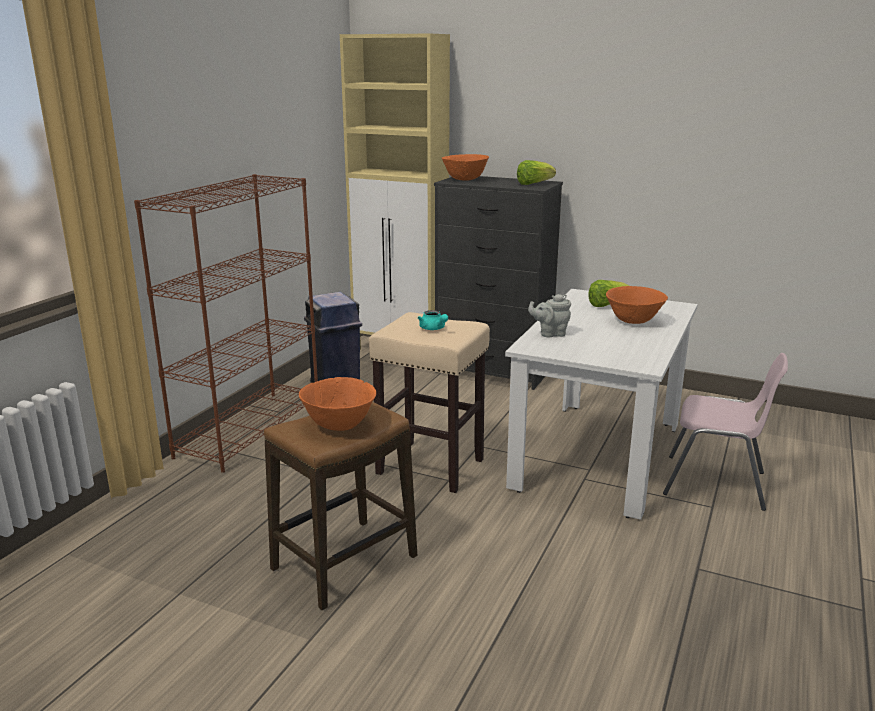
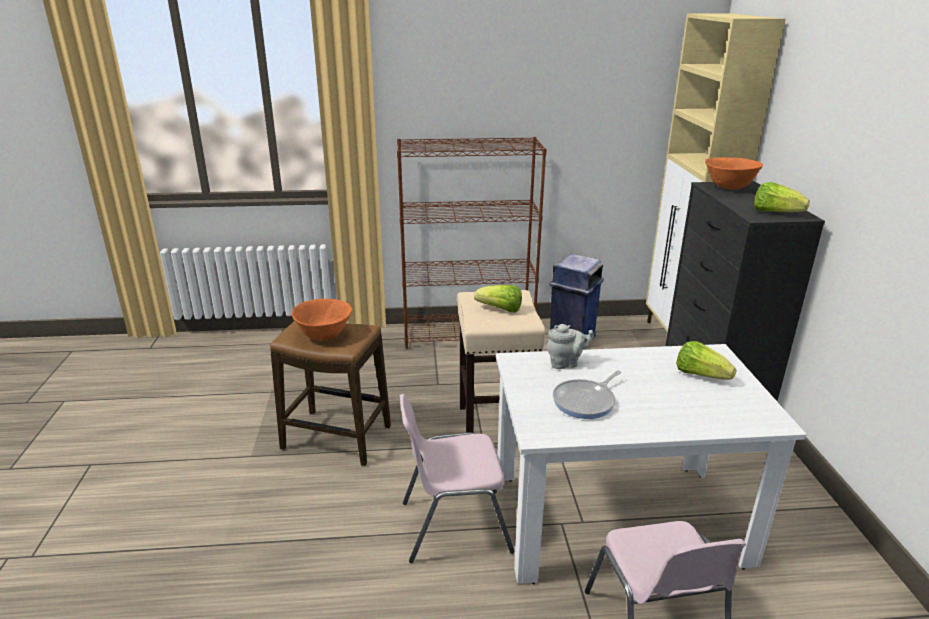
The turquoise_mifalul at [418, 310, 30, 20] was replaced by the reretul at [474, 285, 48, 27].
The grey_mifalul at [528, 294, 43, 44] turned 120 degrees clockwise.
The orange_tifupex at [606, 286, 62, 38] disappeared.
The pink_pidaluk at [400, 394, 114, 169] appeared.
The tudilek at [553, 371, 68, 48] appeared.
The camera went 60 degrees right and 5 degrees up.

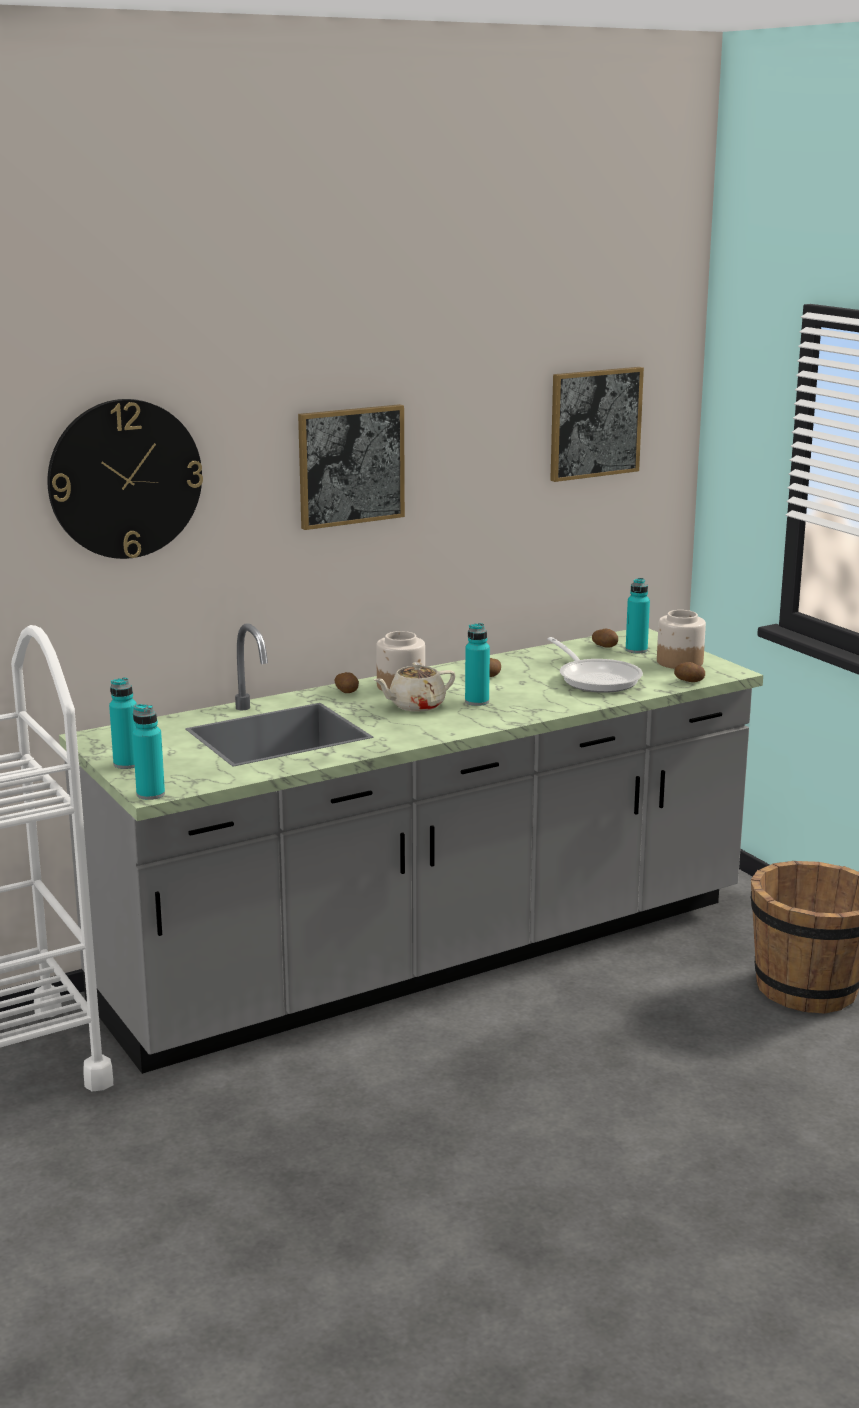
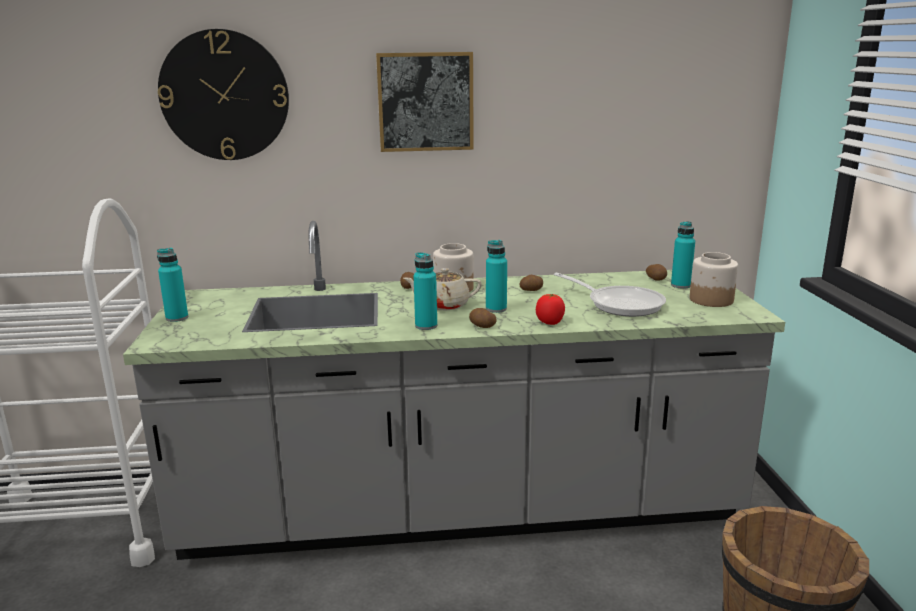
The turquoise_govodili moved from [133, 704, 32, 96] to [414, 252, 23, 78].
The tudilek at [547, 637, 96, 56] turned 45 degrees counterclockwise.
The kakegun at [550, 367, 94, 115] disappeared.
The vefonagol moved from [674, 662, 31, 20] to [469, 308, 27, 20].
The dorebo at [536, 294, 29, 31] appeared.
The camera went 25 degrees right and 0 degrees up.

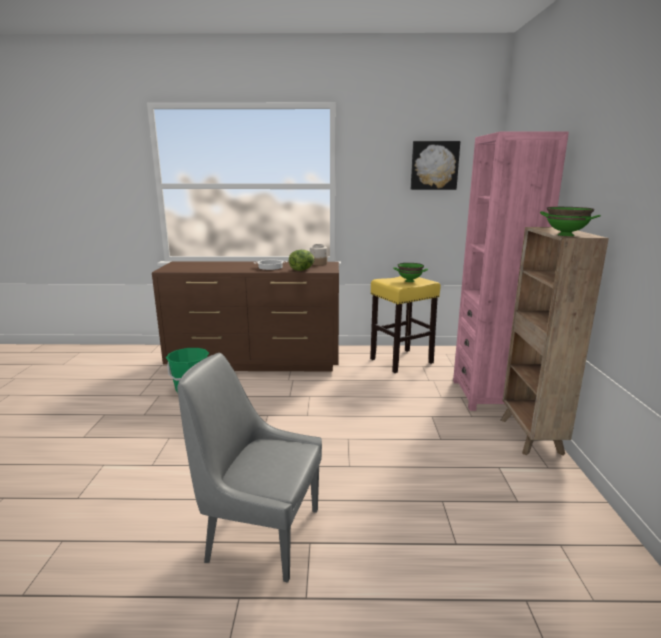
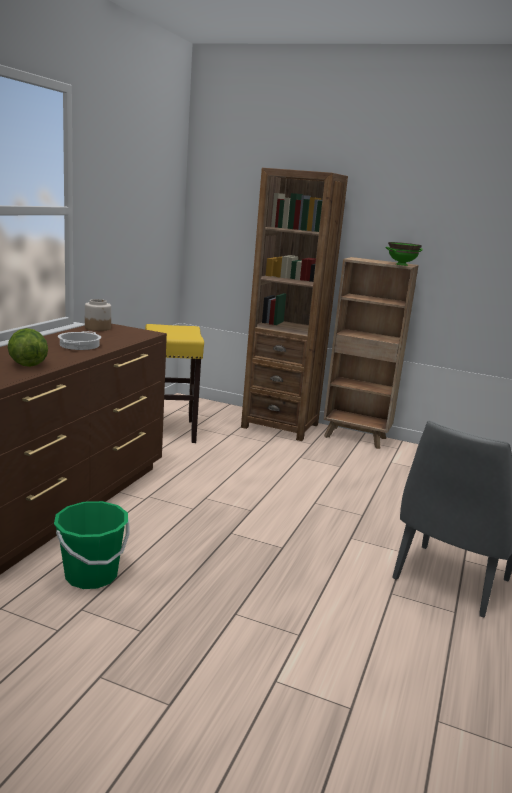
The reretul moved from [289, 250, 26, 21] to [8, 328, 40, 39].
The green_tifupex at [393, 263, 35, 19] disappeared.
The kakegun at [411, 141, 49, 49] disappeared.
The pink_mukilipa at [453, 132, 116, 279] became the brown_mukilipa at [241, 168, 107, 273].
The camera went 70 degrees left and 0 degrees up.

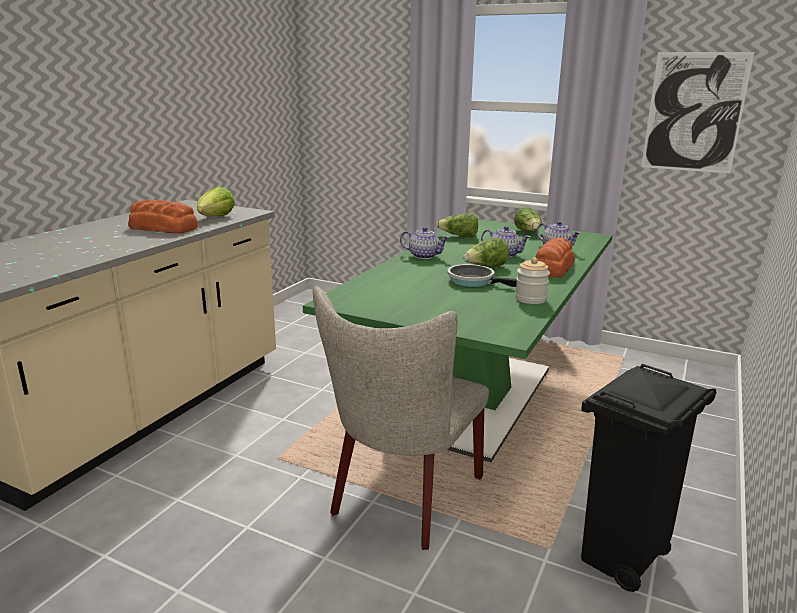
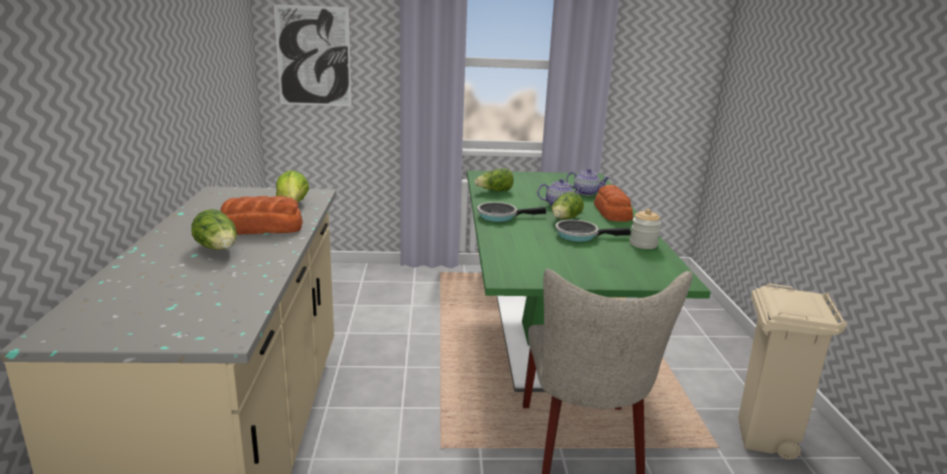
The mifalul at [400, 227, 50, 32] was replaced by the tudilek at [477, 202, 69, 20].
The reretul moved from [514, 207, 27, 24] to [191, 209, 46, 41].
The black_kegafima at [581, 364, 136, 228] became the beige_kegafima at [738, 284, 109, 176].
The kakegun moved from [641, 52, 113, 121] to [274, 4, 78, 102].
The camera went 30 degrees left and 0 degrees up.

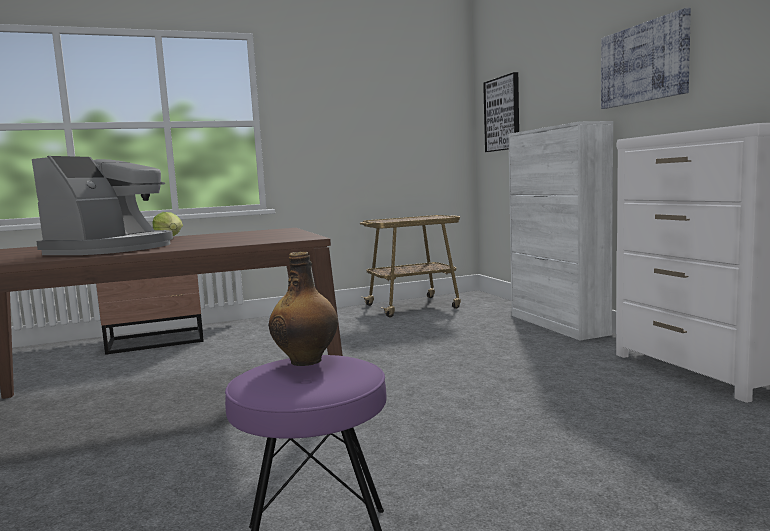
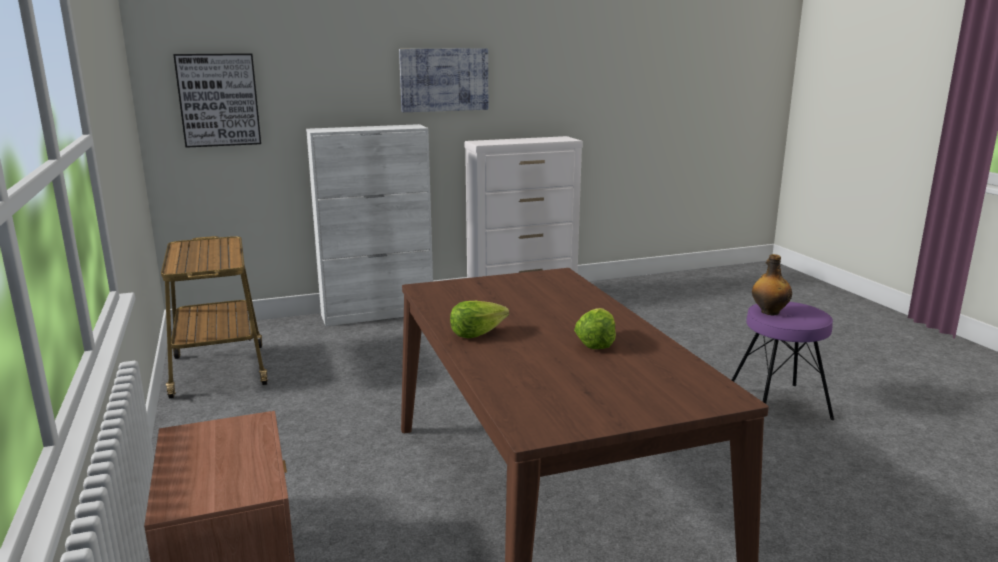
The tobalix at [32, 156, 141, 99] was replaced by the reretul at [574, 308, 42, 41].
The camera went 90 degrees left and 10 degrees up.

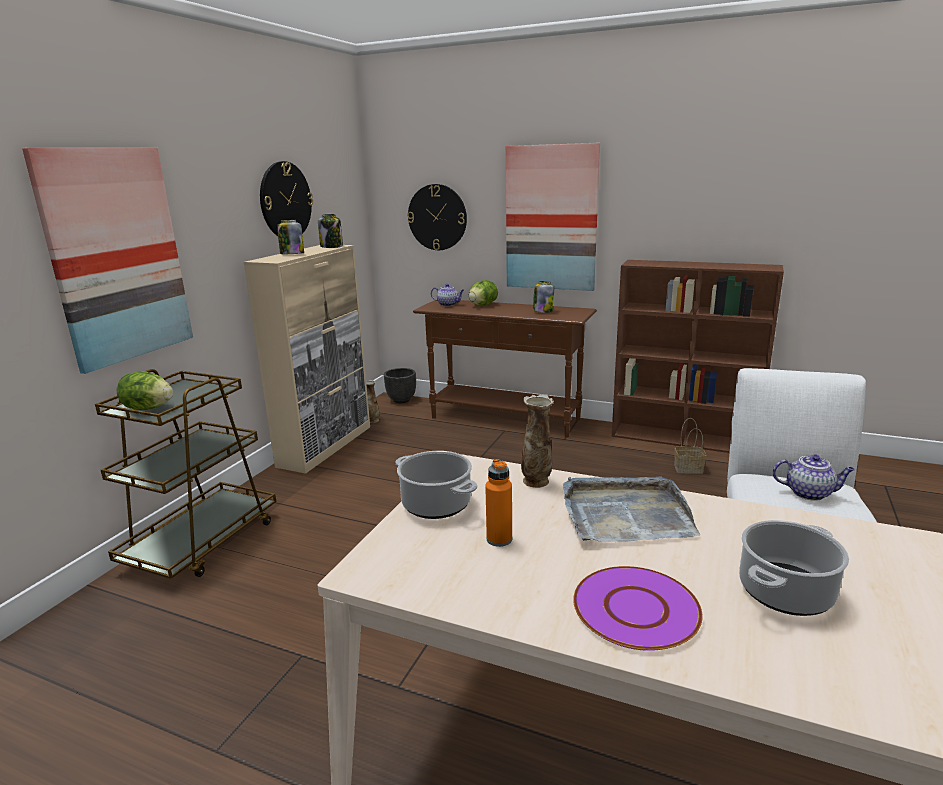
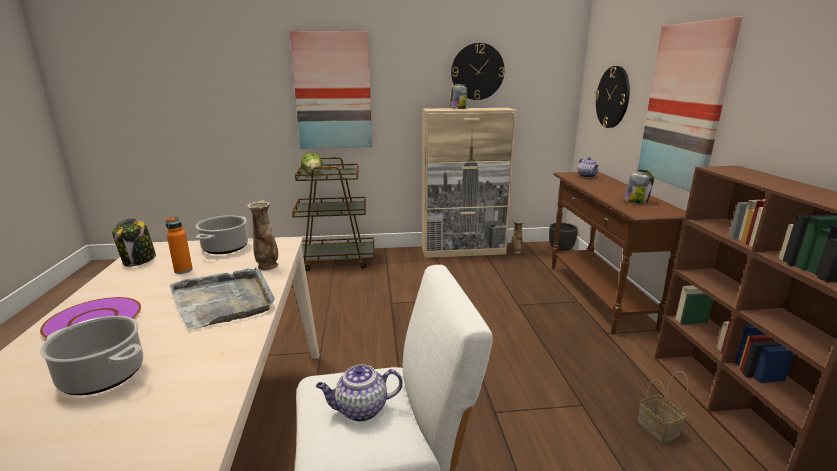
The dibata moved from [318, 214, 25, 34] to [112, 218, 44, 49].
The reretul at [468, 280, 30, 25] disappeared.
The mifalul at [773, 454, 82, 47] turned 90 degrees clockwise.
The camera went 60 degrees right and 0 degrees up.

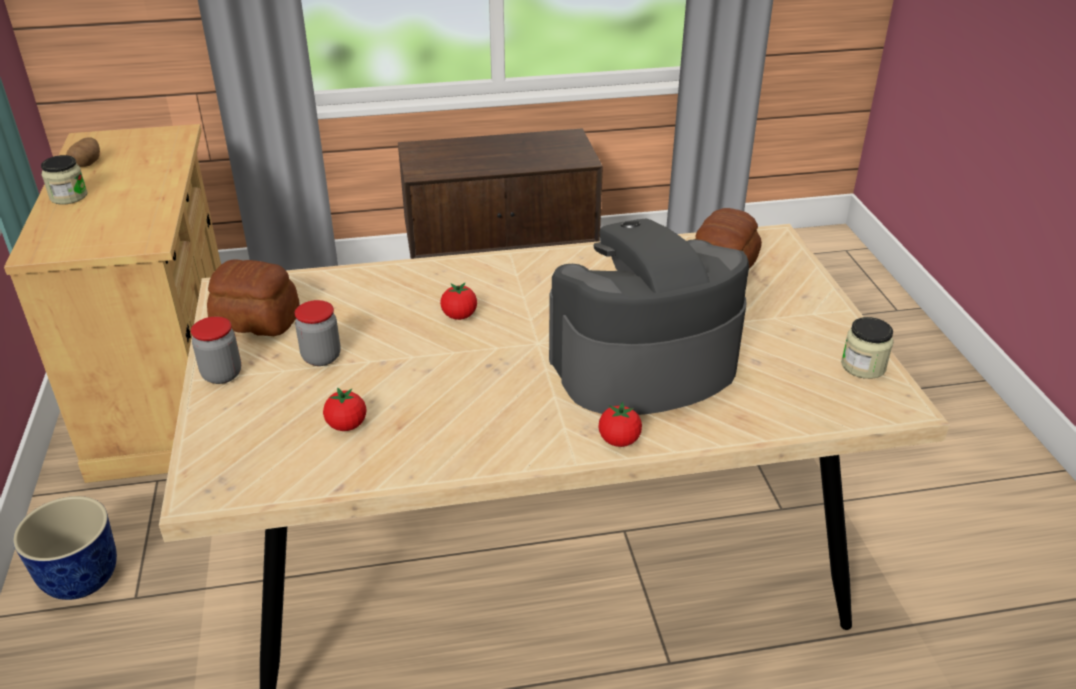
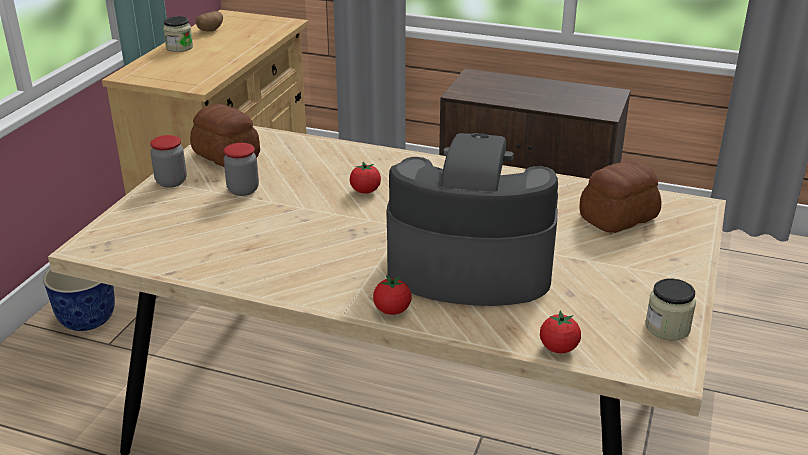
The dorebo moved from [323, 387, 43, 44] to [540, 310, 41, 43].
The camera went 30 degrees right and 5 degrees down.

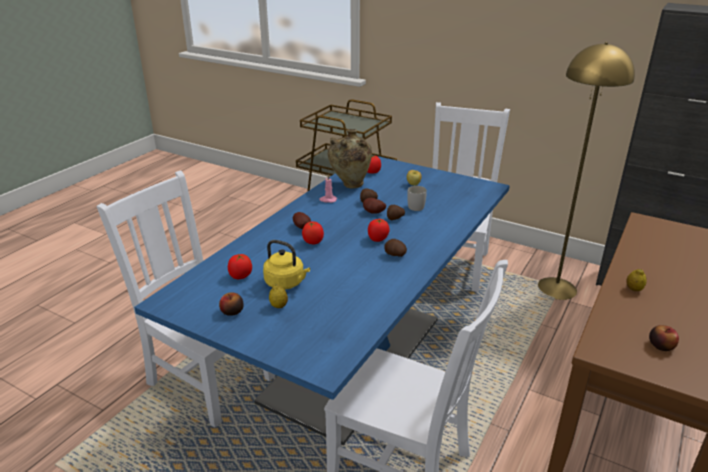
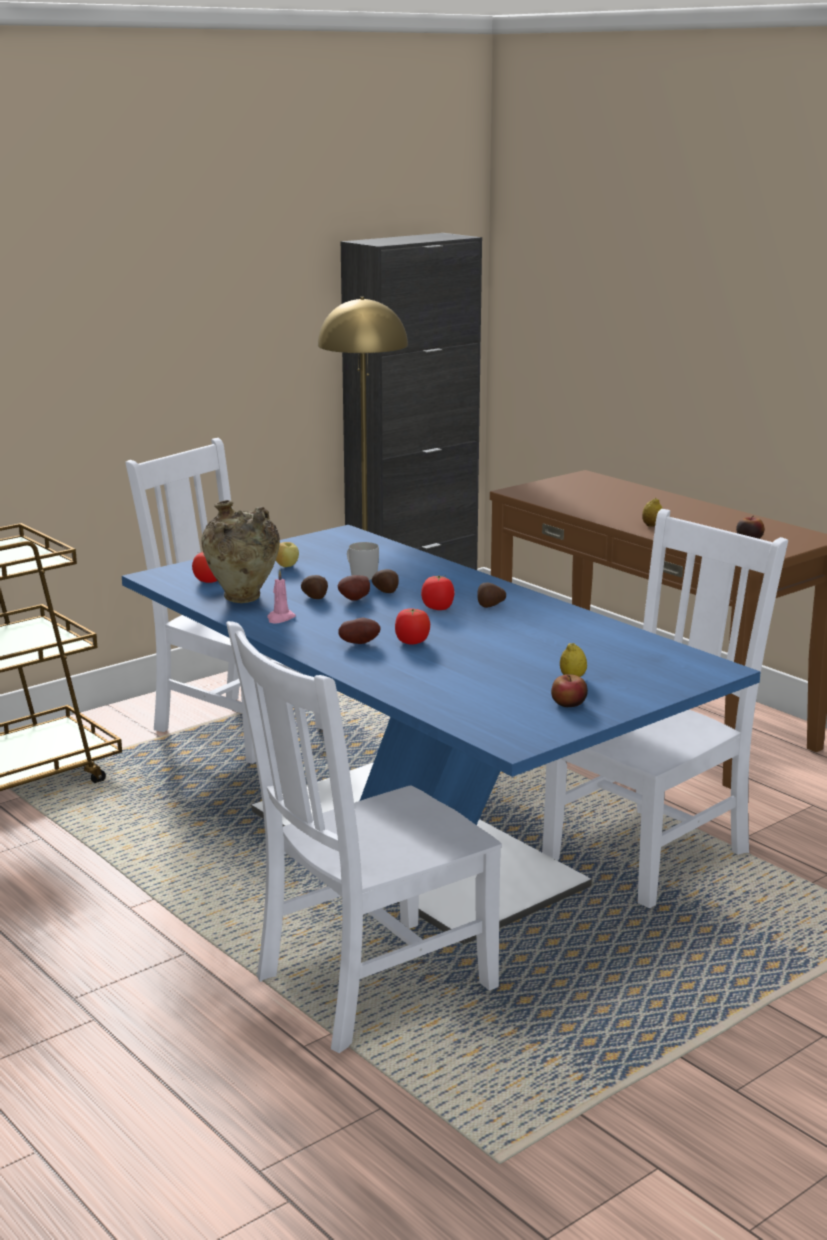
The dorebo at [228, 254, 24, 25] disappeared.
The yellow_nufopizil at [263, 240, 47, 50] disappeared.
The camera went 70 degrees left and 10 degrees down.

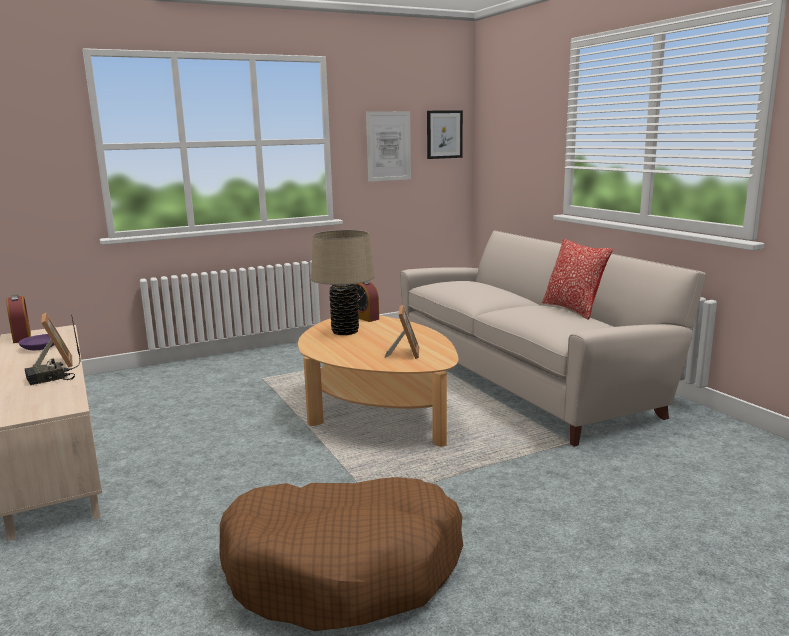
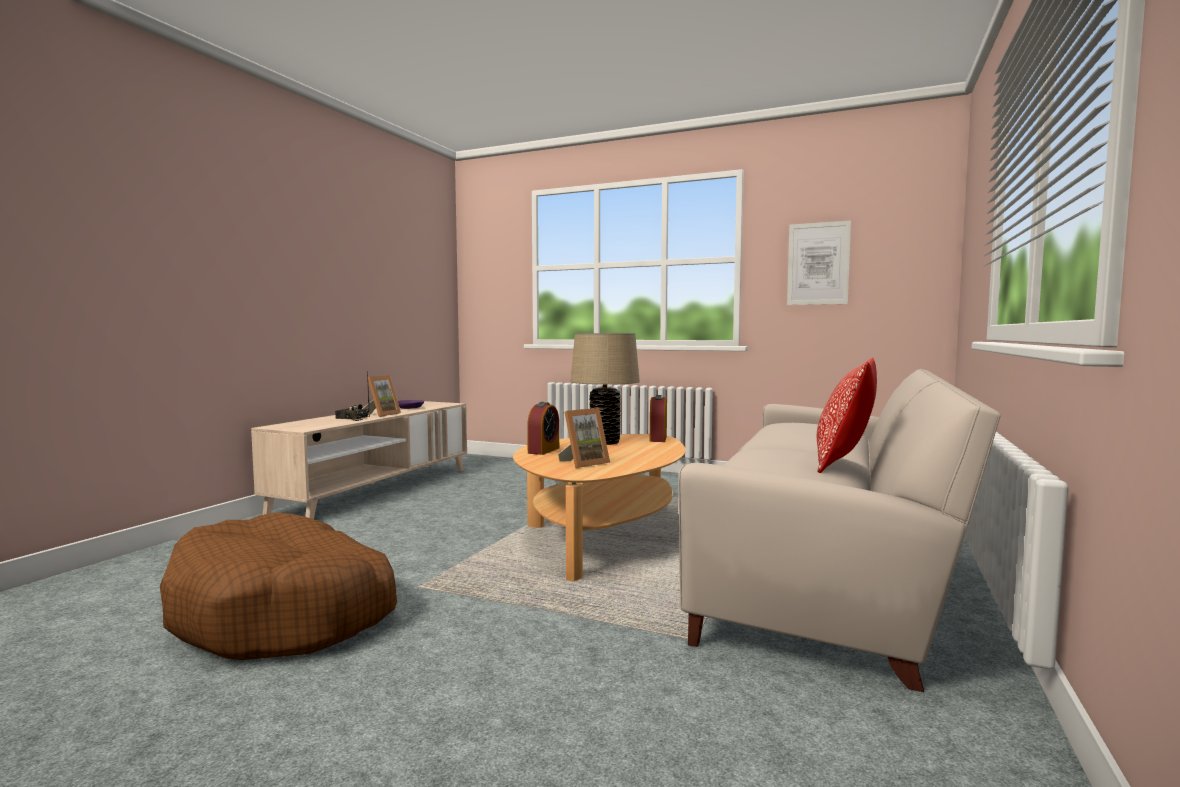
The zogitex moved from [6, 295, 25, 48] to [527, 402, 32, 53].
The kakegun at [427, 110, 36, 49] disappeared.
The camera went 50 degrees right and 10 degrees down.

